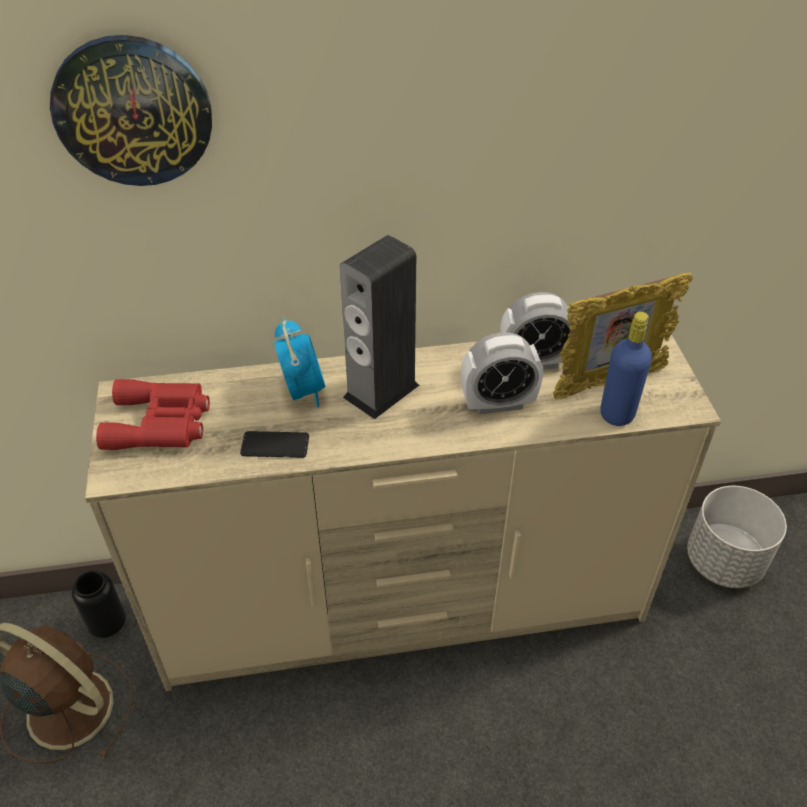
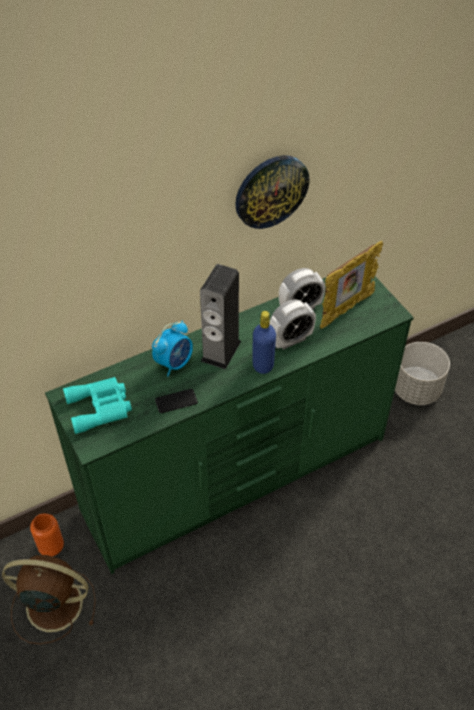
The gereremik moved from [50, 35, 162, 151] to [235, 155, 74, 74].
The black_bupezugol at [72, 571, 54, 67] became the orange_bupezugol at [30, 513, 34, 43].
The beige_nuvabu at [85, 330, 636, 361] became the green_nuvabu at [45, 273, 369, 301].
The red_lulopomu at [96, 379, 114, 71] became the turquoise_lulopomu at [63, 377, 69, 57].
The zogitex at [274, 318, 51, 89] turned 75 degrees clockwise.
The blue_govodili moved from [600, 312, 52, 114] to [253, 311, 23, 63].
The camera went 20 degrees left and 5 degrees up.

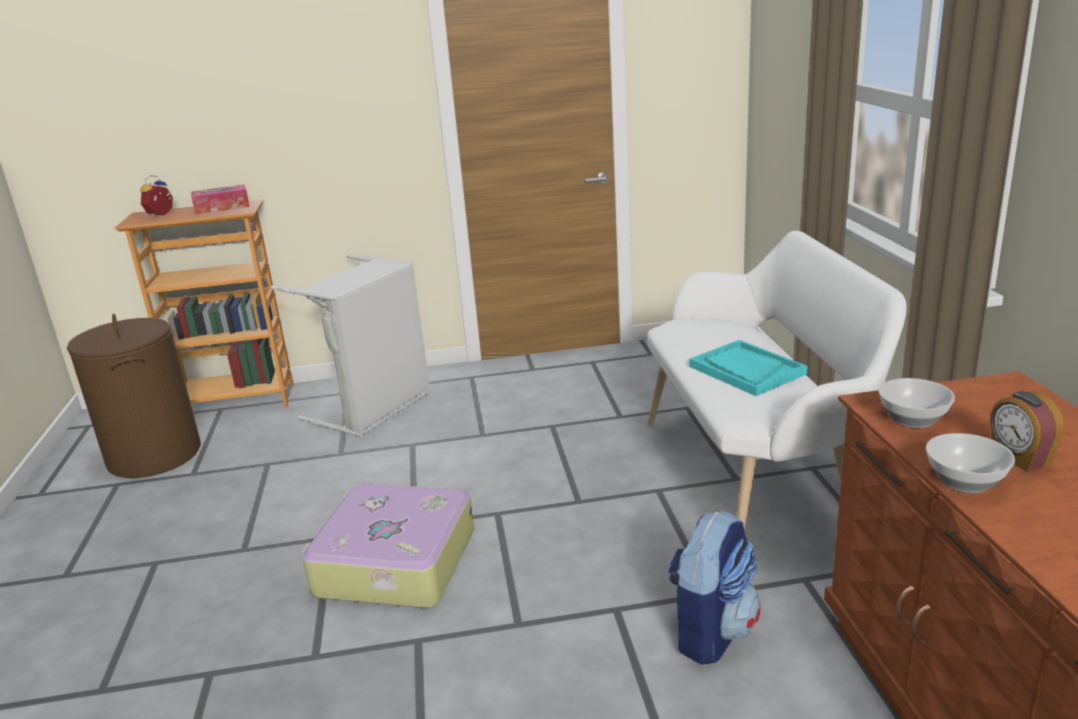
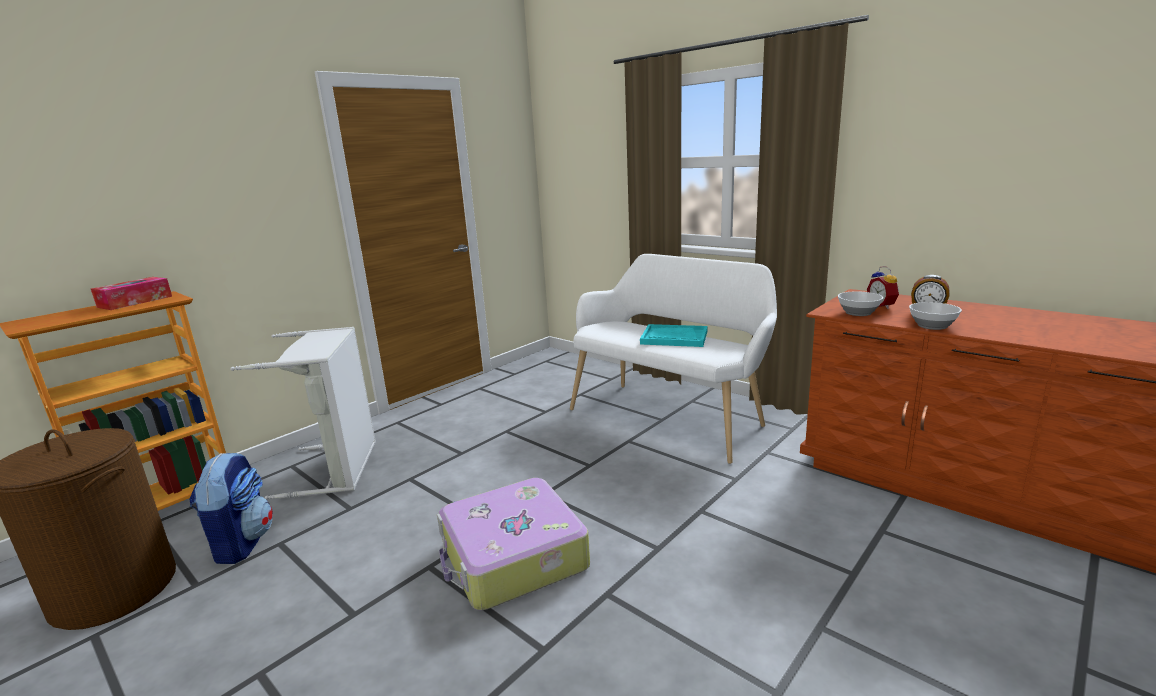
The zogitex moved from [140, 175, 33, 43] to [867, 266, 32, 43].
The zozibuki moved from [668, 511, 93, 154] to [189, 453, 84, 111].
The camera went 40 degrees left and 5 degrees down.

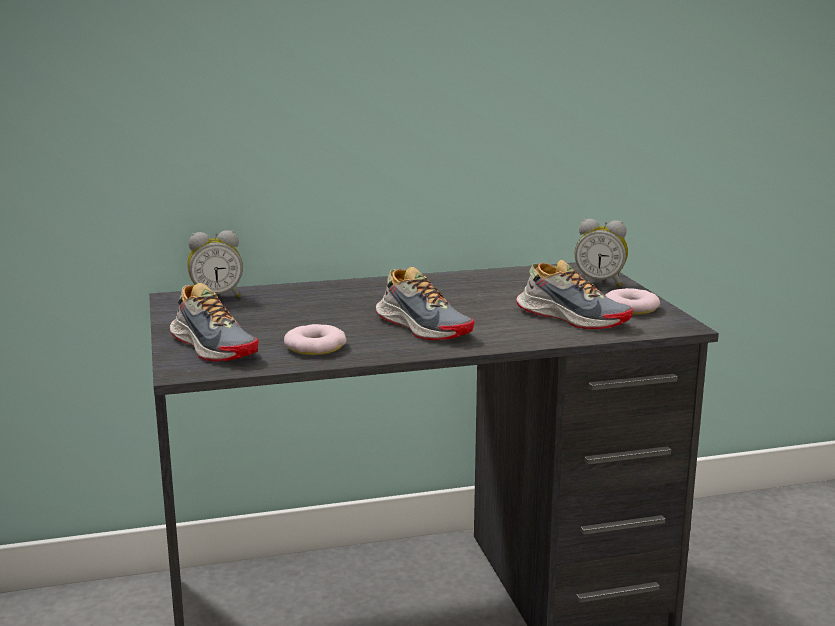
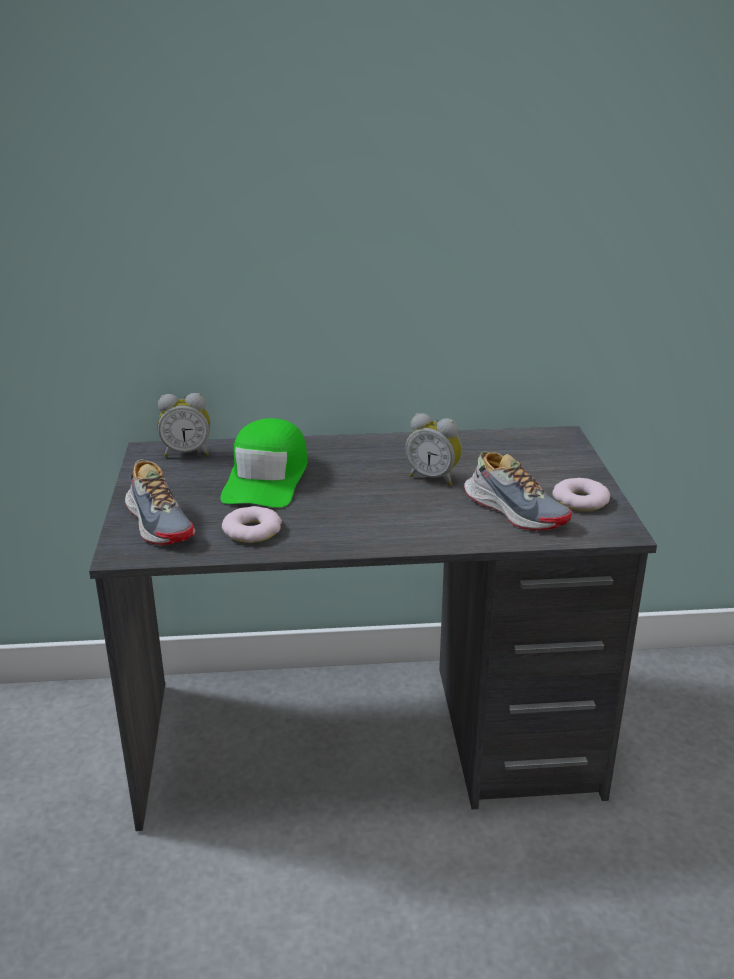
The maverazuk at [376, 267, 99, 73] disappeared.
The zogitex moved from [575, 219, 53, 67] to [405, 413, 57, 73].
The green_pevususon at [220, 418, 88, 90] appeared.
The camera went 10 degrees right and 10 degrees up.

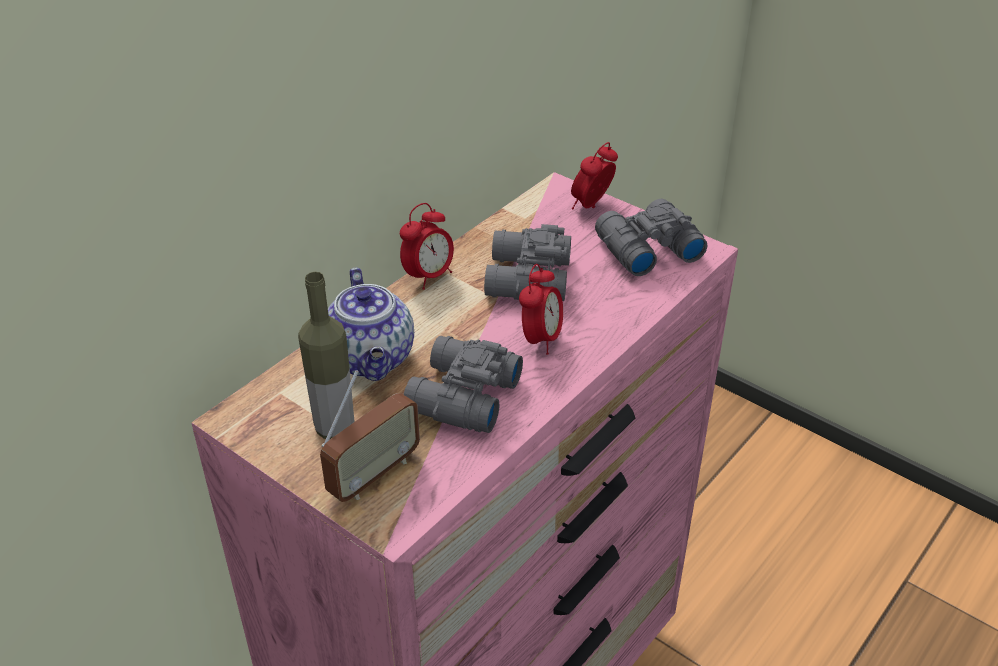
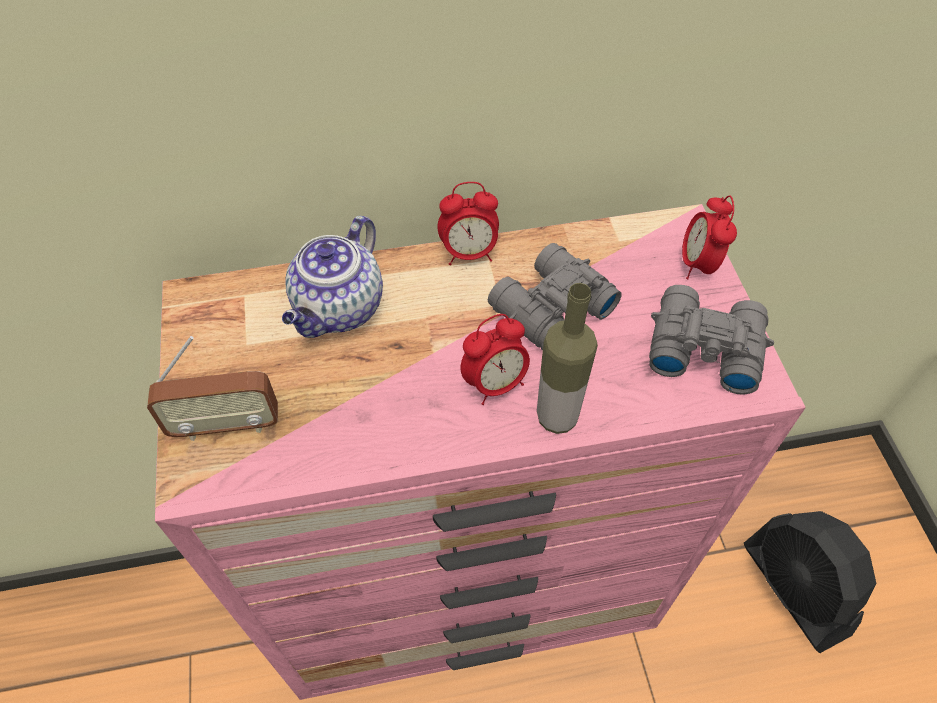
The govodili moved from [298, 272, 57, 167] to [537, 283, 61, 151].
The grey_lulopomu at [403, 336, 120, 97] disappeared.
The zogitex at [571, 142, 47, 67] turned 75 degrees counterclockwise.
The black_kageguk at [744, 511, 132, 142] appeared.
The camera went 40 degrees right and 15 degrees up.

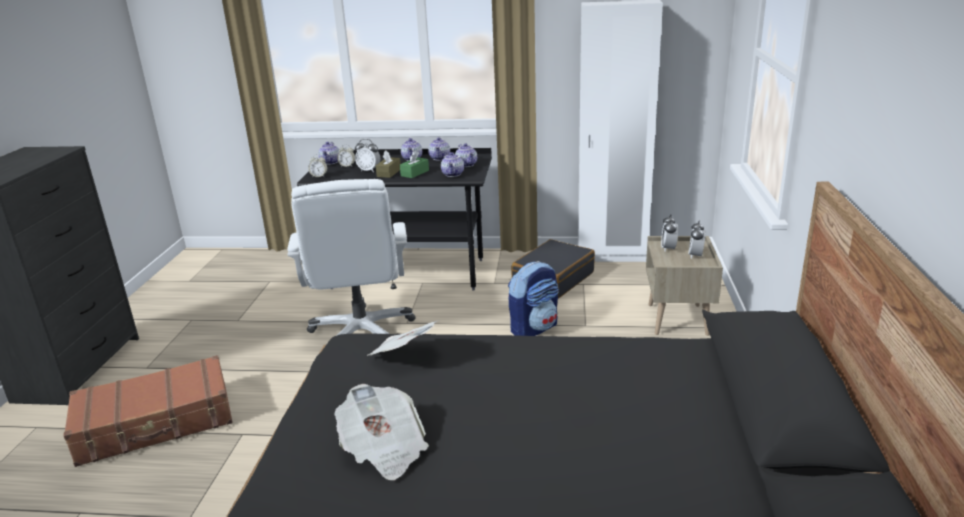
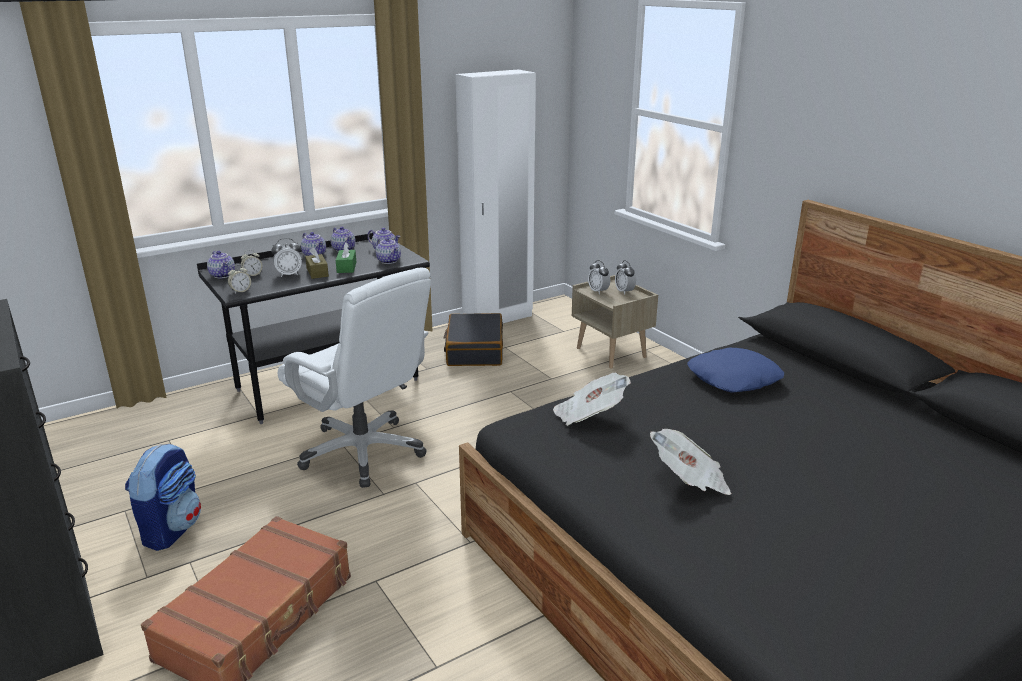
The zozibuki moved from [508, 261, 51, 75] to [125, 444, 76, 107].
The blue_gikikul at [687, 348, 97, 45] appeared.
The camera went 40 degrees left and 0 degrees up.

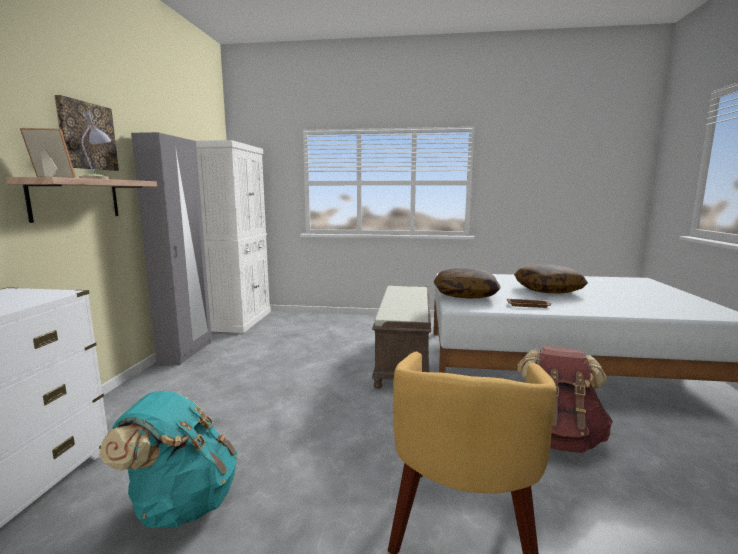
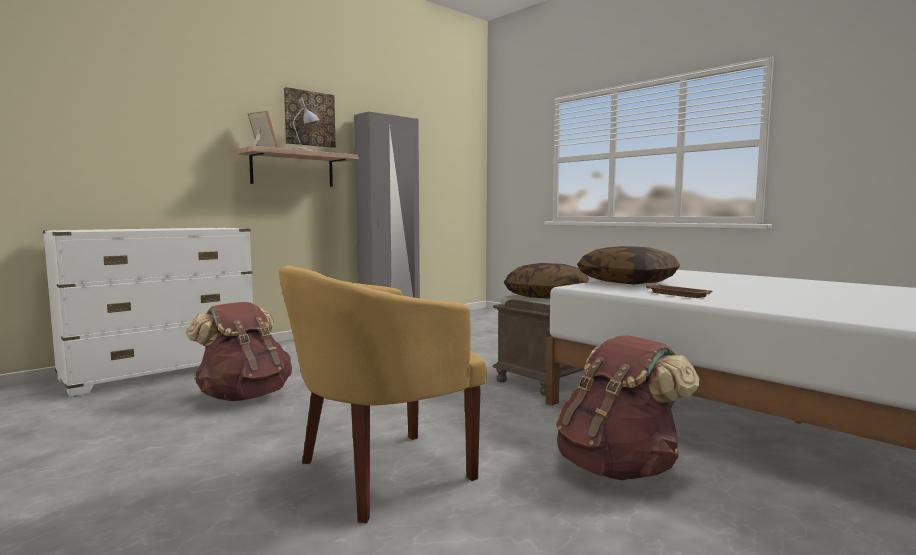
The turquoise_zozibuki at [99, 391, 139, 137] became the brown_zozibuki at [186, 302, 106, 99].
The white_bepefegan at [196, 140, 75, 193] disappeared.
The gikikul moved from [514, 265, 74, 28] to [504, 263, 85, 36].
The camera went 40 degrees right and 5 degrees down.

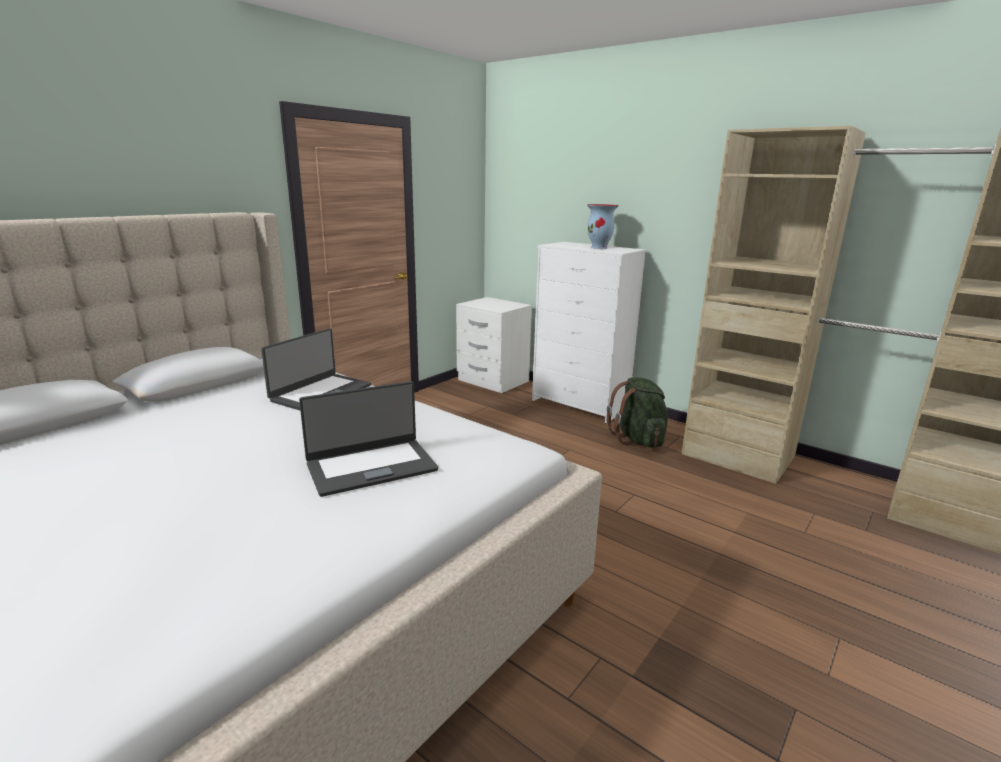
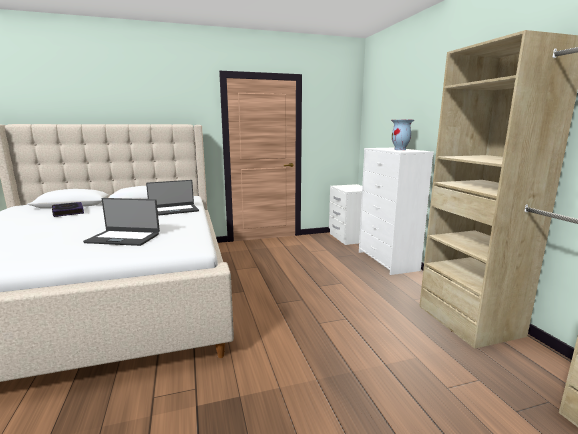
The green_zozibuki at [607, 377, 61, 71] disappeared.
The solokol at [52, 202, 32, 15] appeared.
The camera went 35 degrees right and 5 degrees down.

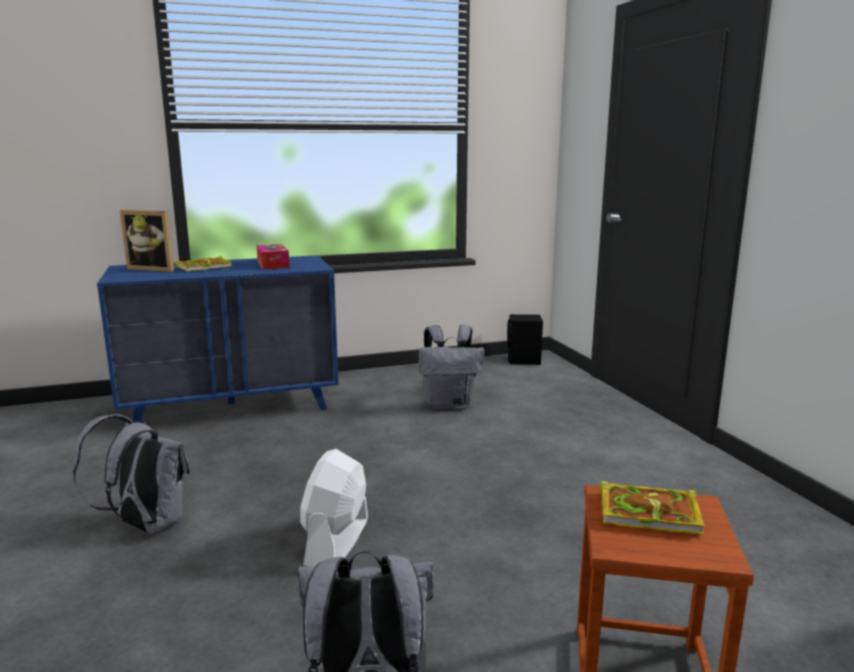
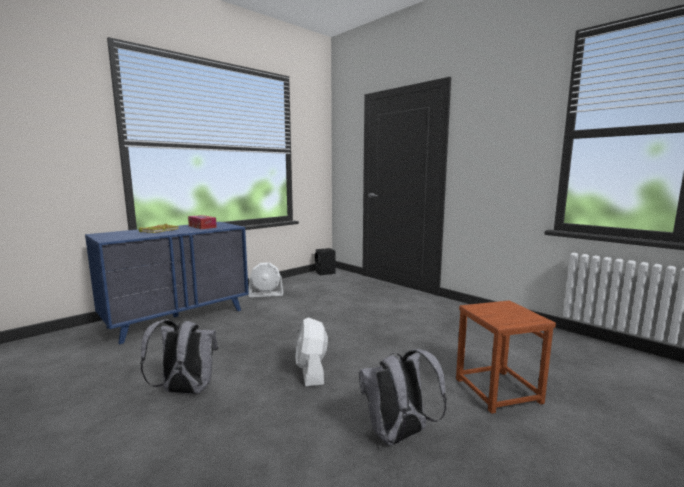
The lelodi at [120, 210, 54, 62] disappeared.
The grey_zozibuki at [419, 325, 66, 86] disappeared.
The solokol at [600, 481, 105, 54] disappeared.
The white_kageguk at [249, 262, 34, 35] appeared.
The camera went 25 degrees left and 5 degrees down.

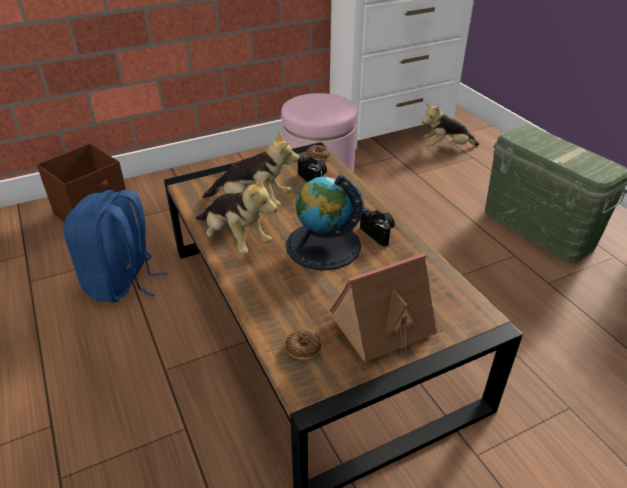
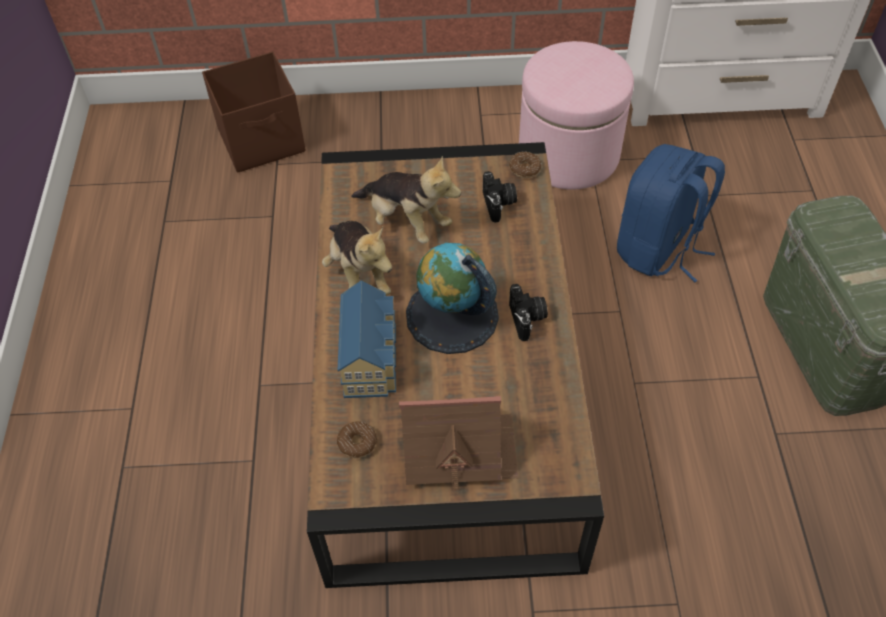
The blue_zozibuki moved from [63, 190, 105, 113] to [617, 144, 108, 138].
The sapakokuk at [422, 103, 57, 44] disappeared.
The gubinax at [337, 280, 59, 118] appeared.
The camera went 25 degrees right and 15 degrees up.

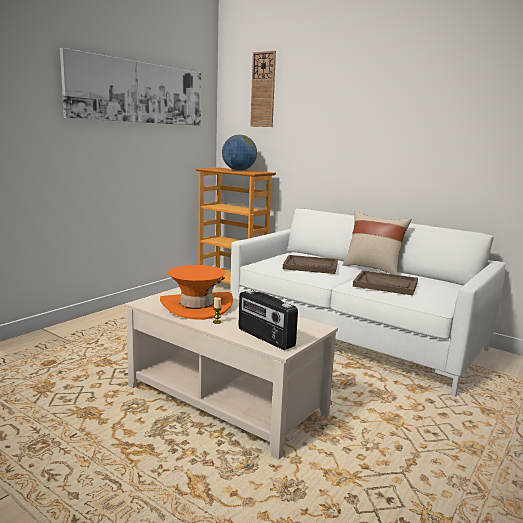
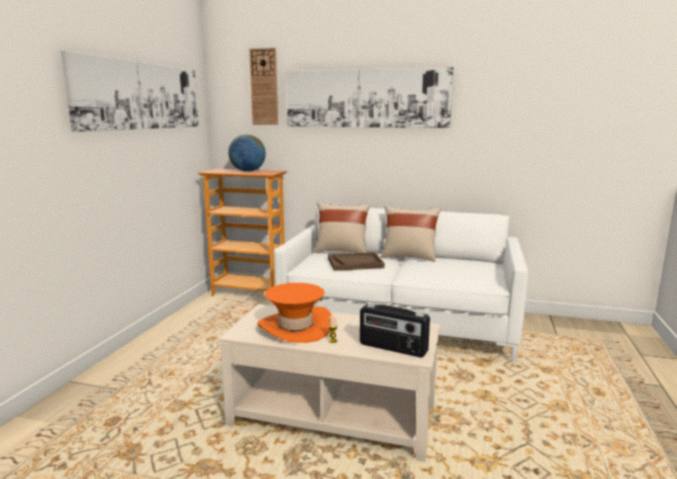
The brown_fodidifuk at [353, 270, 65, 26] disappeared.
The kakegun at [286, 67, 168, 61] appeared.
The beige_gikikul at [314, 202, 56, 51] appeared.
The camera went 20 degrees left and 0 degrees up.

